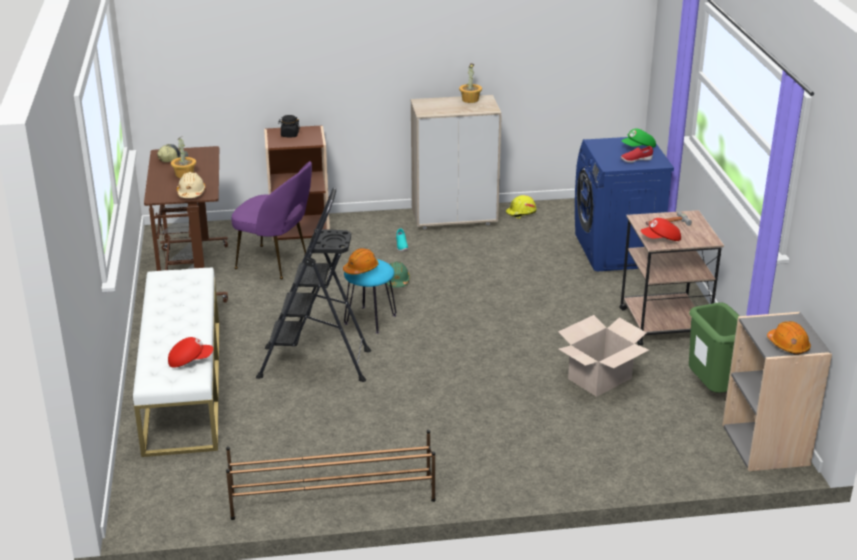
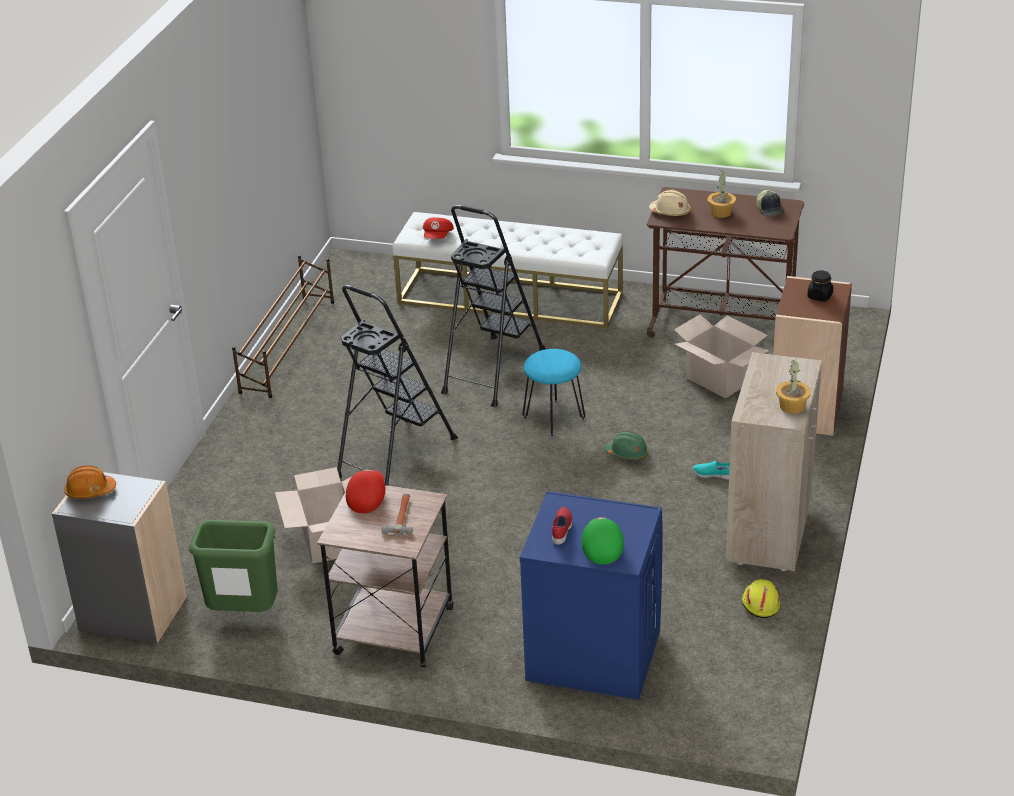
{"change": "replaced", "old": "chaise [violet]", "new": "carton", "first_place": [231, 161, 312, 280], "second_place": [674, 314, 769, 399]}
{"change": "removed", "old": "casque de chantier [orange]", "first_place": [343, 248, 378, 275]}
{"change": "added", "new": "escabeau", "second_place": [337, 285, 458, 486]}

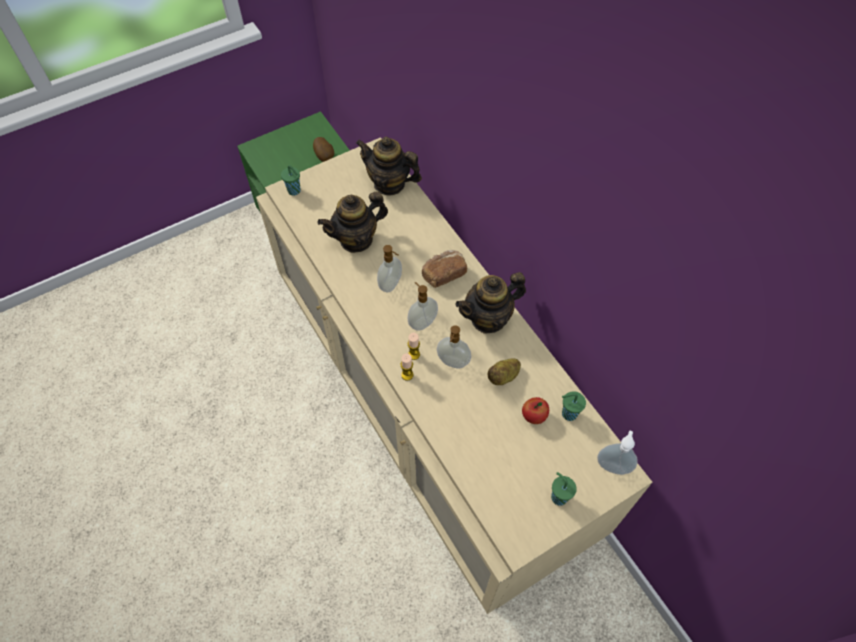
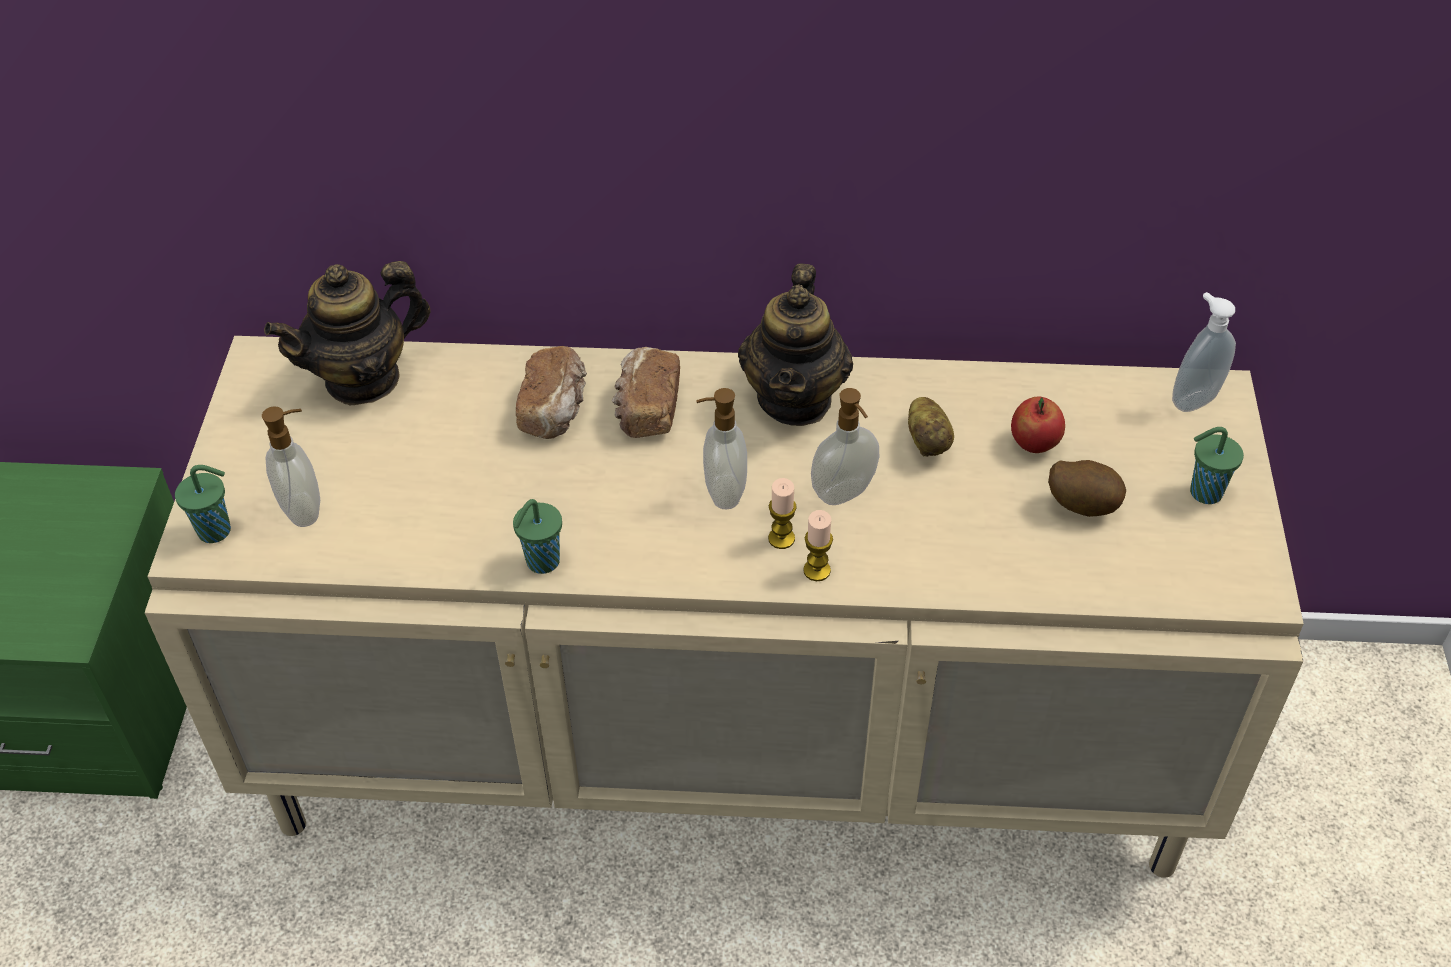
{"change": "moved", "old": "pomme de terre", "first_place": [313, 137, 334, 162], "second_place": [1048, 460, 1126, 517]}
{"change": "removed", "old": "théière", "first_place": [317, 191, 388, 253]}
{"change": "moved", "old": "distributeur de savon", "first_place": [377, 245, 402, 292], "second_place": [262, 407, 320, 527]}
{"change": "moved", "old": "tasse [vert]", "first_place": [562, 391, 586, 421], "second_place": [513, 499, 562, 574]}
{"change": "added", "new": "pain", "second_place": [516, 346, 587, 439]}

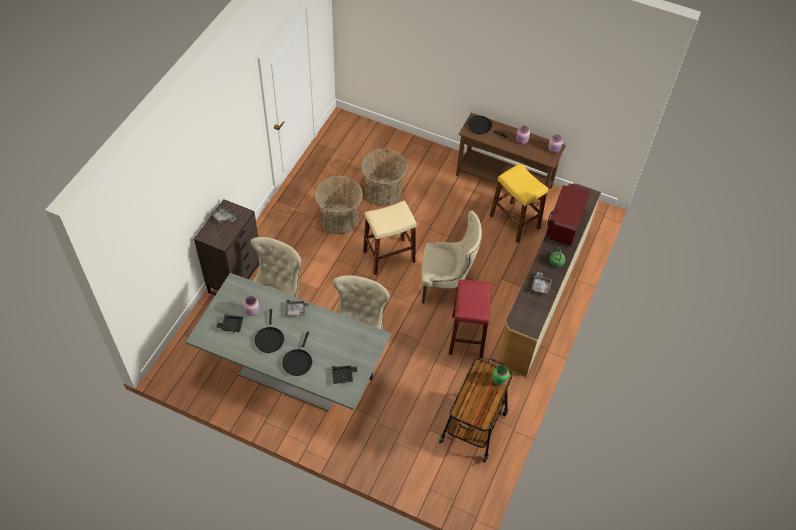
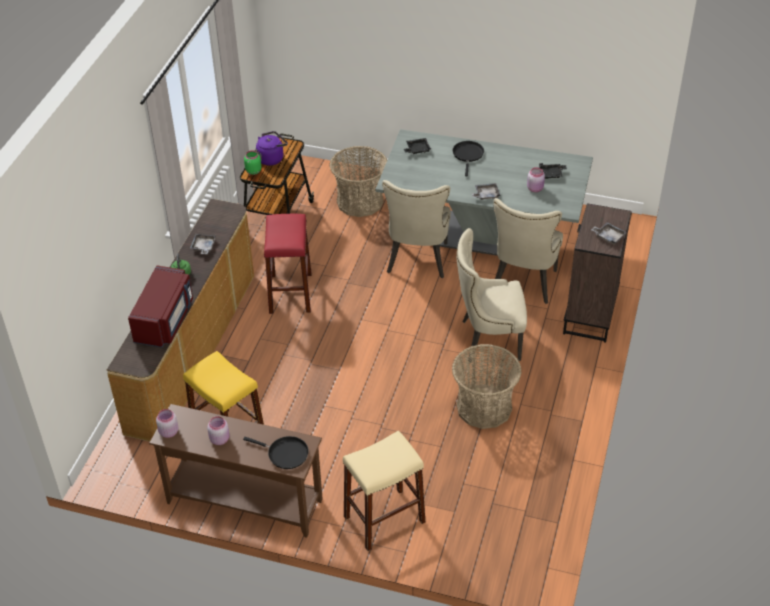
{"change": "moved", "old": "panier", "first_place": [361, 149, 408, 206], "second_place": [330, 146, 387, 217]}
{"change": "moved", "old": "tabouret [beige]", "first_place": [363, 200, 417, 275], "second_place": [343, 431, 426, 551]}
{"change": "moved", "old": "chaise [beige]", "first_place": [422, 210, 482, 303], "second_place": [457, 228, 527, 363]}
{"change": "removed", "old": "poêle [noir]", "first_place": [255, 309, 284, 353]}
{"change": "added", "new": "bouilloire [violet]", "second_place": [256, 131, 288, 166]}

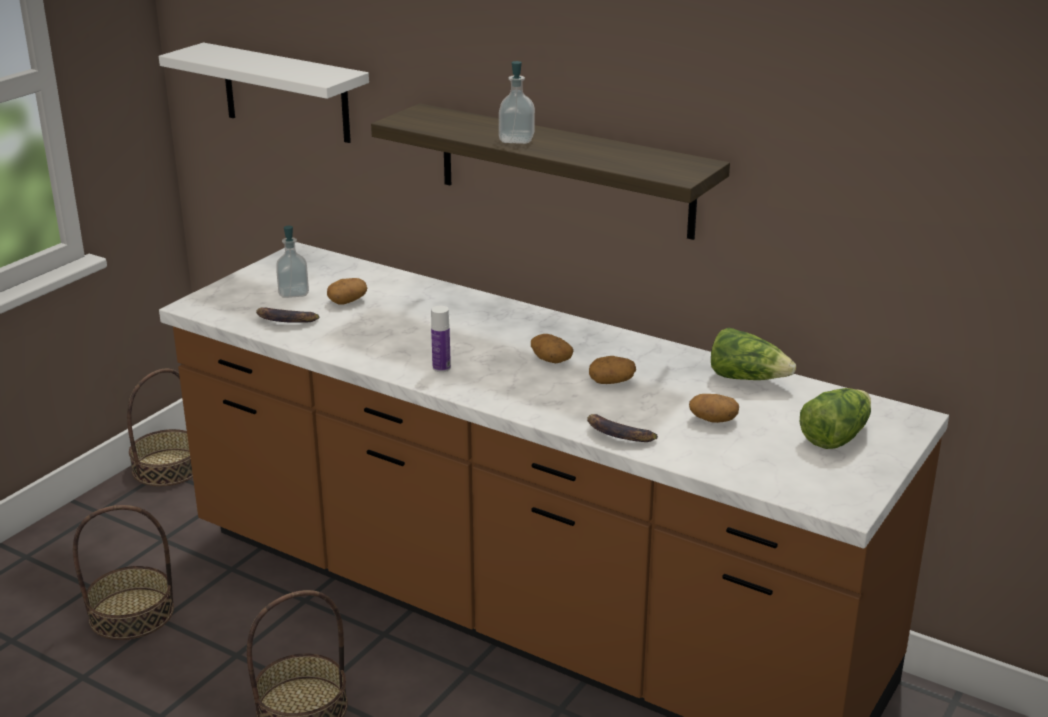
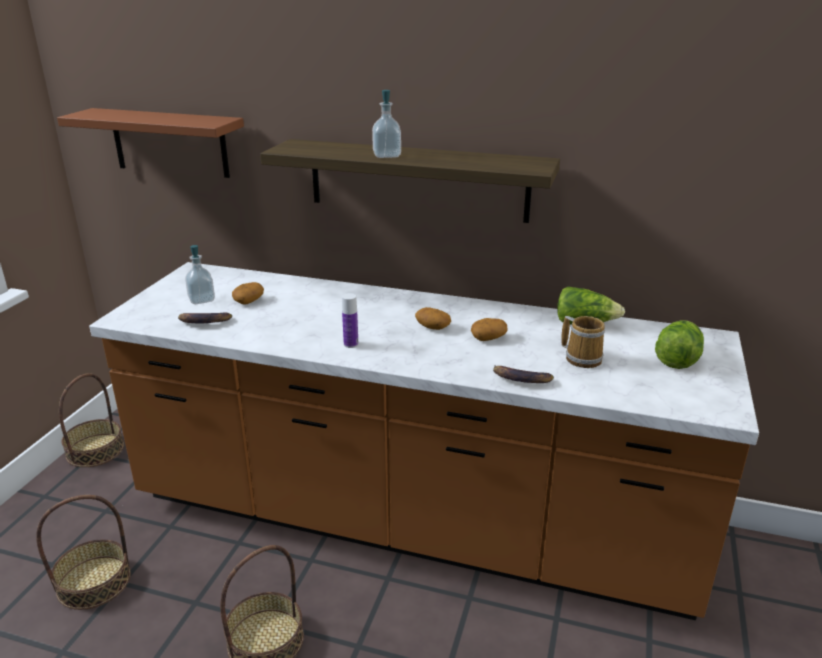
{"change": "recoloured", "old": "étagère [blanc]", "new": "étagère [marron]", "first_place": [159, 43, 369, 143], "second_place": [57, 108, 244, 178]}
{"change": "replaced", "old": "pomme de terre", "new": "mug", "first_place": [689, 394, 739, 423], "second_place": [561, 316, 605, 368]}

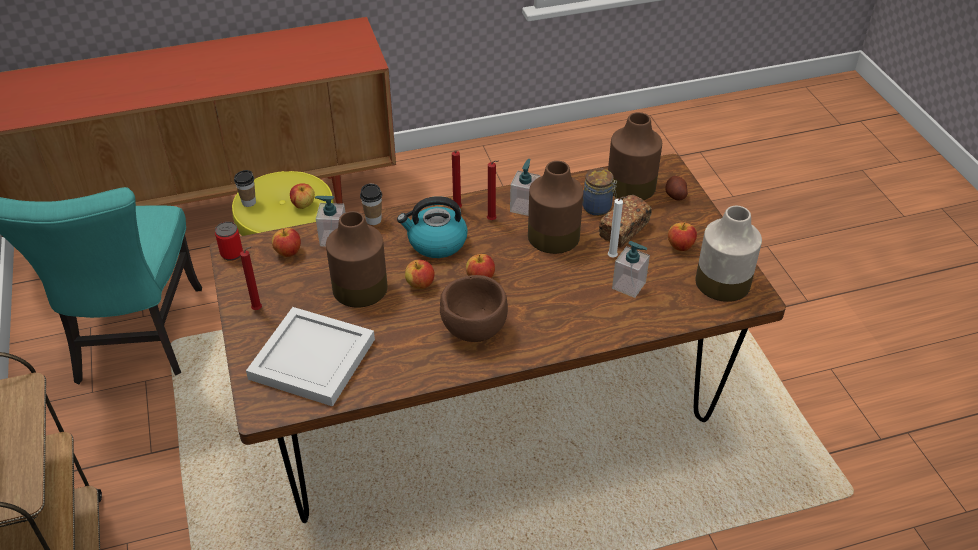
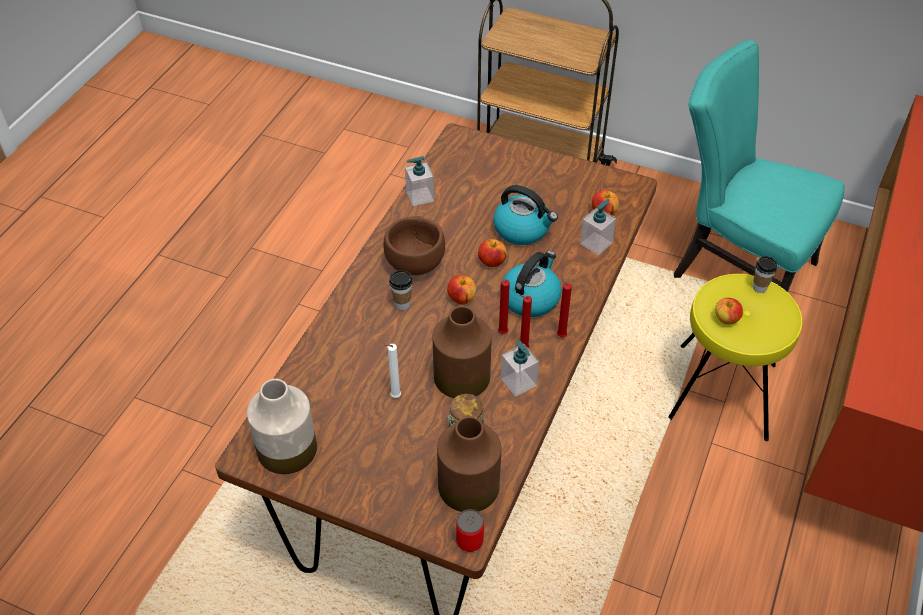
{"change": "removed", "old": "pomme de terre", "first_place": [666, 176, 688, 201]}
{"change": "moved", "old": "tasse", "first_place": [360, 184, 382, 225], "second_place": [389, 270, 413, 310]}
{"change": "removed", "old": "pain", "first_place": [599, 195, 652, 248]}
{"change": "replaced", "old": "vase [marron]", "new": "bouilloire", "first_place": [326, 211, 388, 308], "second_place": [493, 185, 558, 245]}
{"change": "moved", "old": "boîte métallique", "first_place": [215, 222, 243, 261], "second_place": [456, 509, 484, 552]}
{"change": "removed", "old": "pomme", "first_place": [668, 222, 697, 251]}
{"change": "moved", "old": "distributeur de savon", "first_place": [612, 241, 650, 298], "second_place": [405, 156, 434, 206]}
{"change": "moved", "old": "bougie [rouge]", "first_place": [240, 246, 262, 310], "second_place": [498, 279, 510, 334]}
{"change": "removed", "old": "plateau [blanc]", "first_place": [246, 307, 375, 407]}

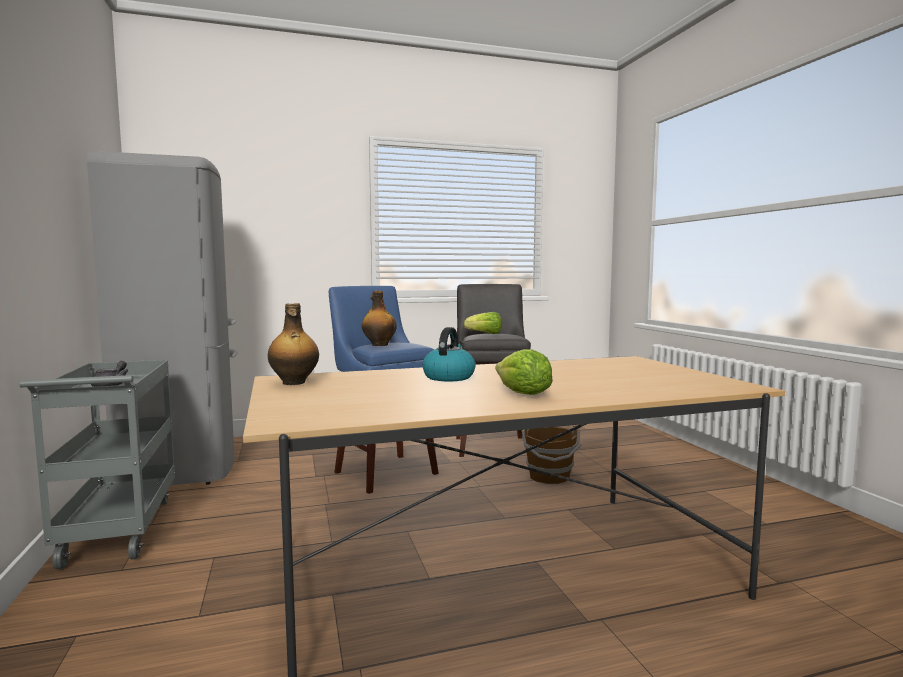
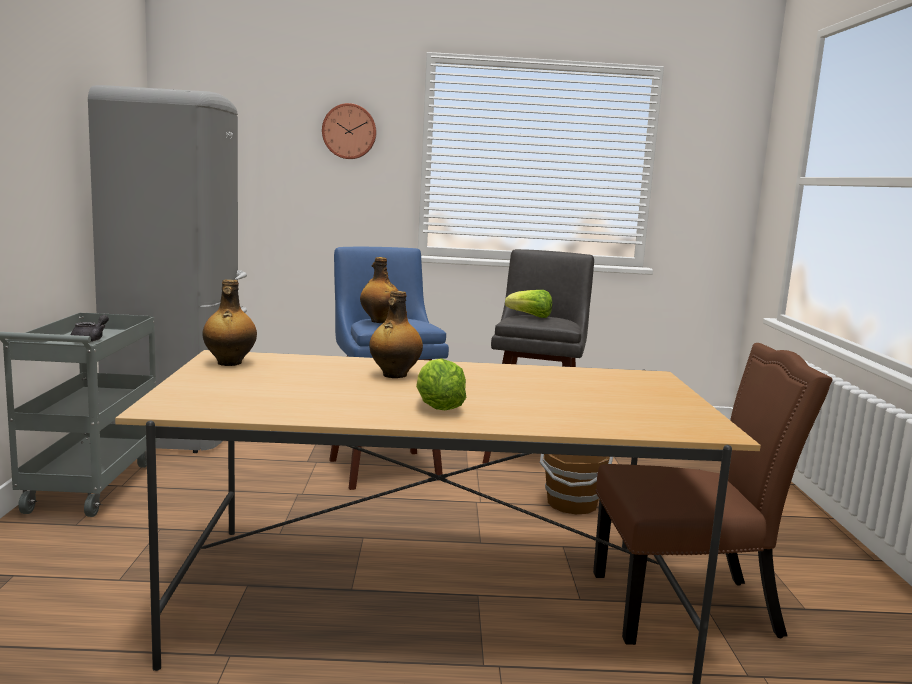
{"change": "replaced", "old": "bouilloire", "new": "bouteille", "first_place": [422, 327, 475, 381], "second_place": [369, 290, 423, 378]}
{"change": "added", "new": "horloge murale", "second_place": [322, 103, 376, 159]}
{"change": "added", "new": "chaise [marron]", "second_place": [593, 343, 832, 645]}

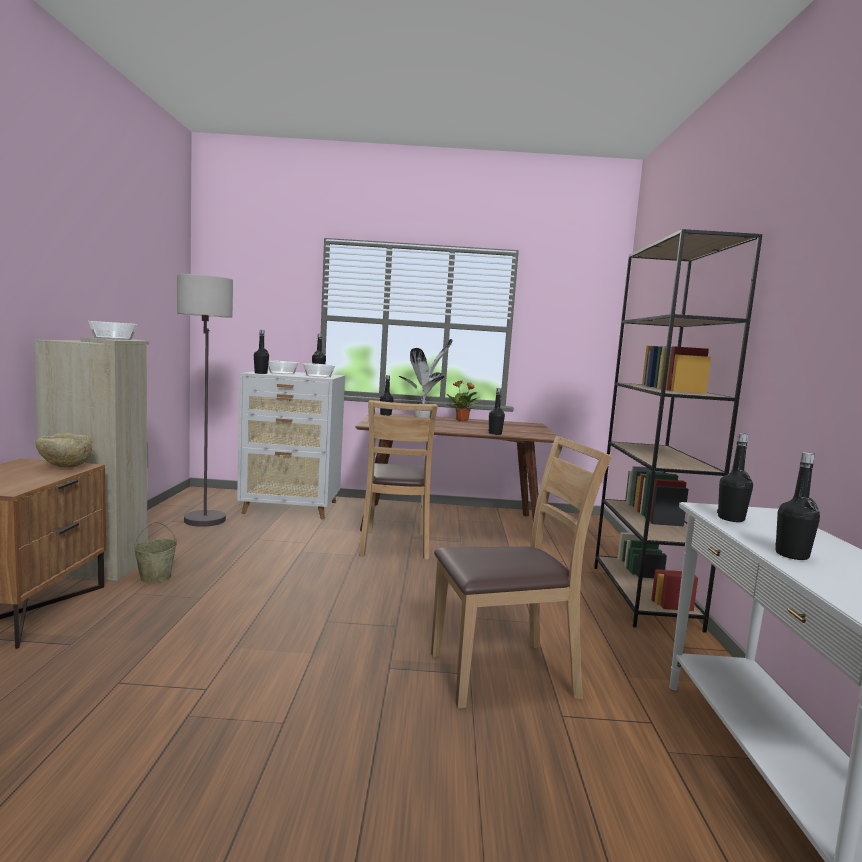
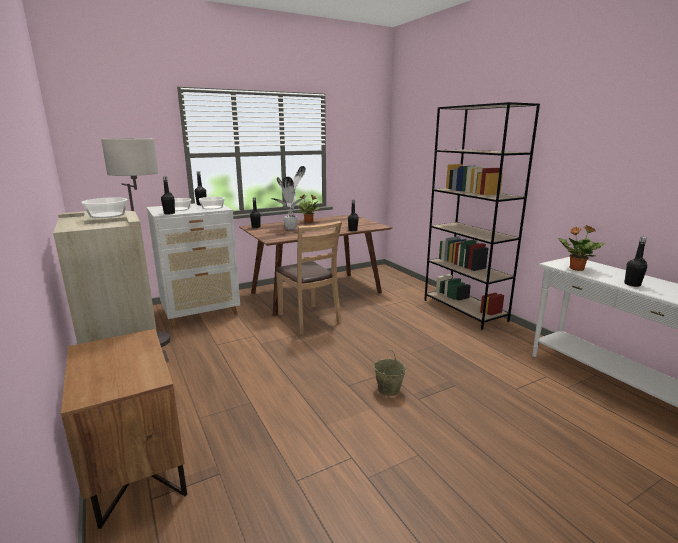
{"change": "removed", "old": "bol [beige]", "first_place": [35, 433, 92, 467]}
{"change": "replaced", "old": "bouteille [noir]", "new": "plante en pot", "first_place": [717, 433, 753, 522], "second_place": [558, 225, 605, 271]}
{"change": "removed", "old": "chaise [marron]", "first_place": [431, 436, 612, 709]}
{"change": "moved", "old": "seau [beige]", "first_place": [133, 522, 177, 584], "second_place": [374, 350, 406, 396]}

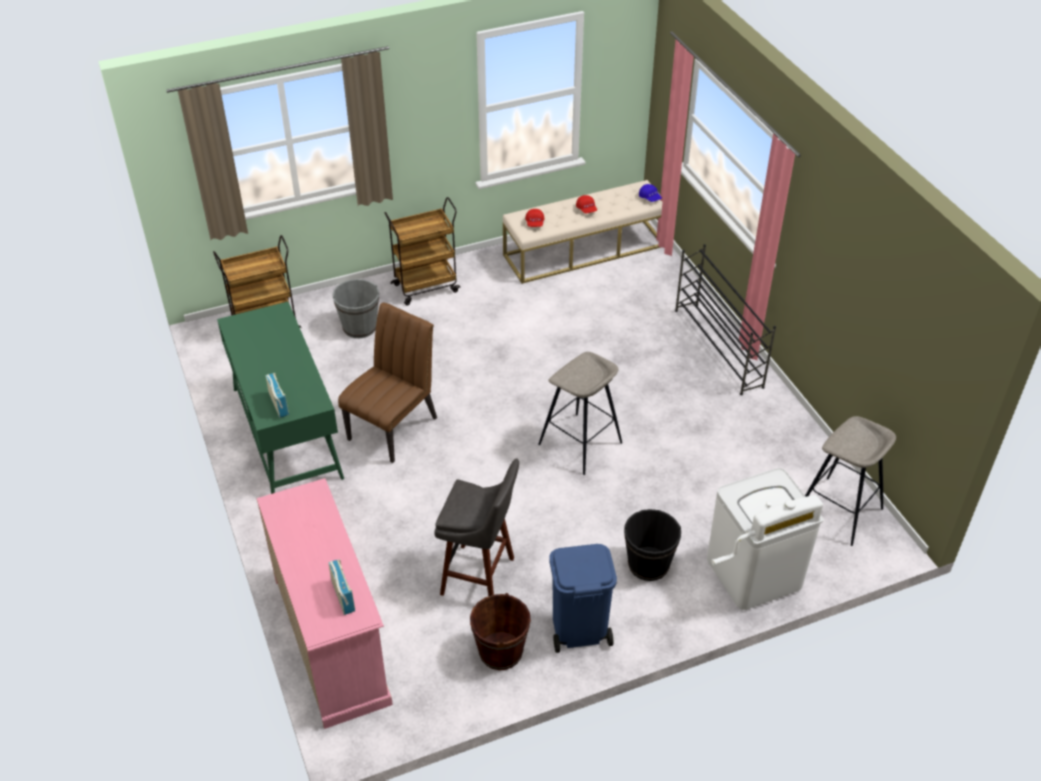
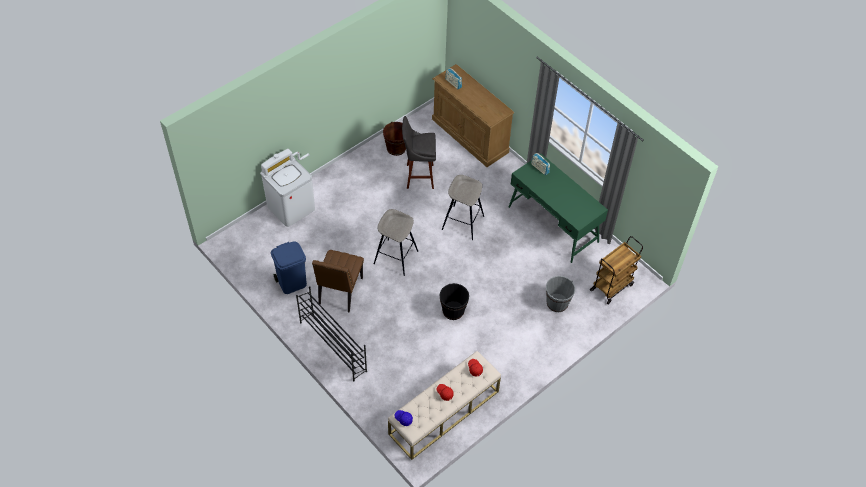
{"change": "removed", "old": "chariot [marron]", "first_place": [384, 197, 461, 306]}
{"change": "moved", "old": "chaise [marron]", "first_place": [338, 302, 437, 463], "second_place": [312, 250, 364, 312]}
{"change": "moved", "old": "tabouret [gris]", "first_place": [805, 416, 896, 546], "second_place": [442, 175, 484, 240]}
{"change": "recoloured", "old": "meuble de rangement [rose]", "new": "meuble de rangement [marron]", "first_place": [256, 478, 393, 729], "second_place": [432, 64, 514, 167]}
{"change": "moved", "old": "seau [noir]", "first_place": [624, 509, 681, 581], "second_place": [439, 283, 469, 320]}
{"change": "moved", "old": "poubelle [bleu]", "first_place": [549, 544, 617, 653], "second_place": [271, 241, 307, 294]}

